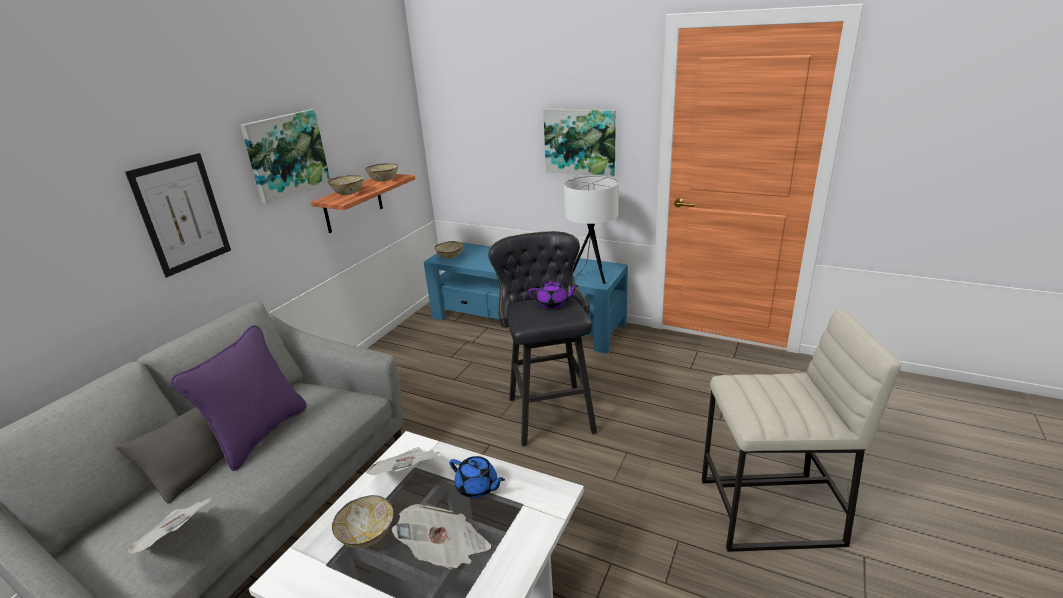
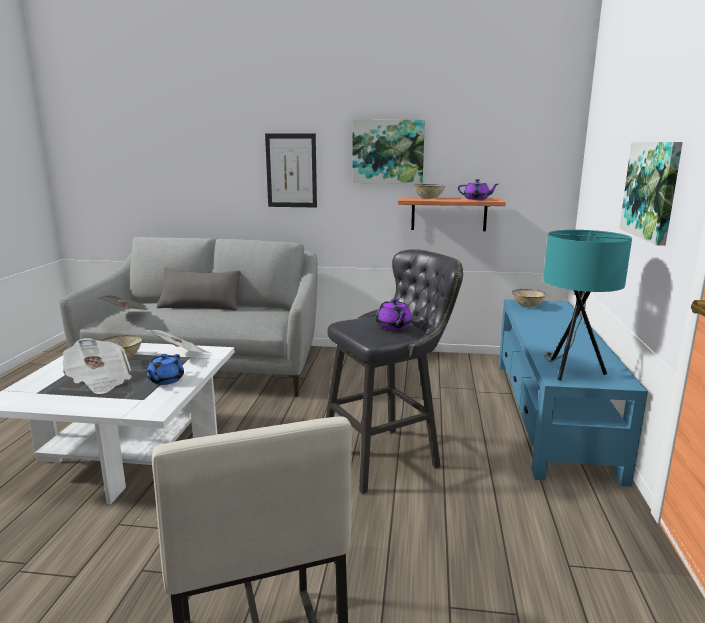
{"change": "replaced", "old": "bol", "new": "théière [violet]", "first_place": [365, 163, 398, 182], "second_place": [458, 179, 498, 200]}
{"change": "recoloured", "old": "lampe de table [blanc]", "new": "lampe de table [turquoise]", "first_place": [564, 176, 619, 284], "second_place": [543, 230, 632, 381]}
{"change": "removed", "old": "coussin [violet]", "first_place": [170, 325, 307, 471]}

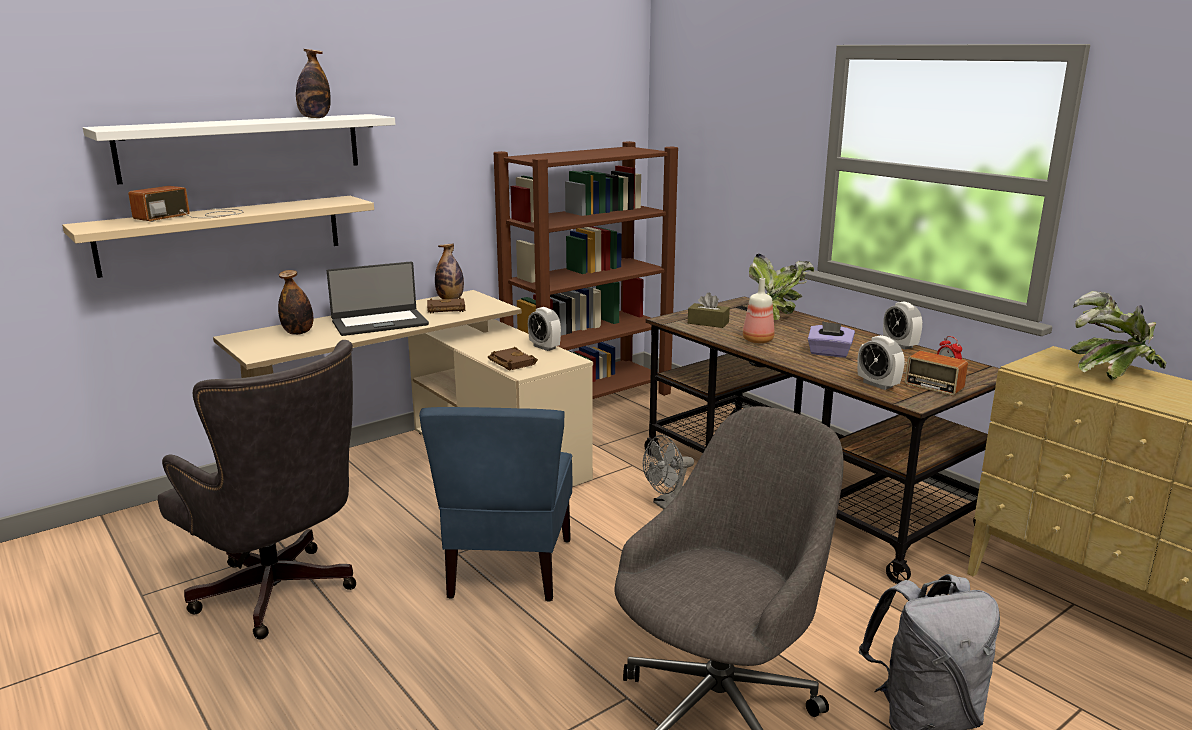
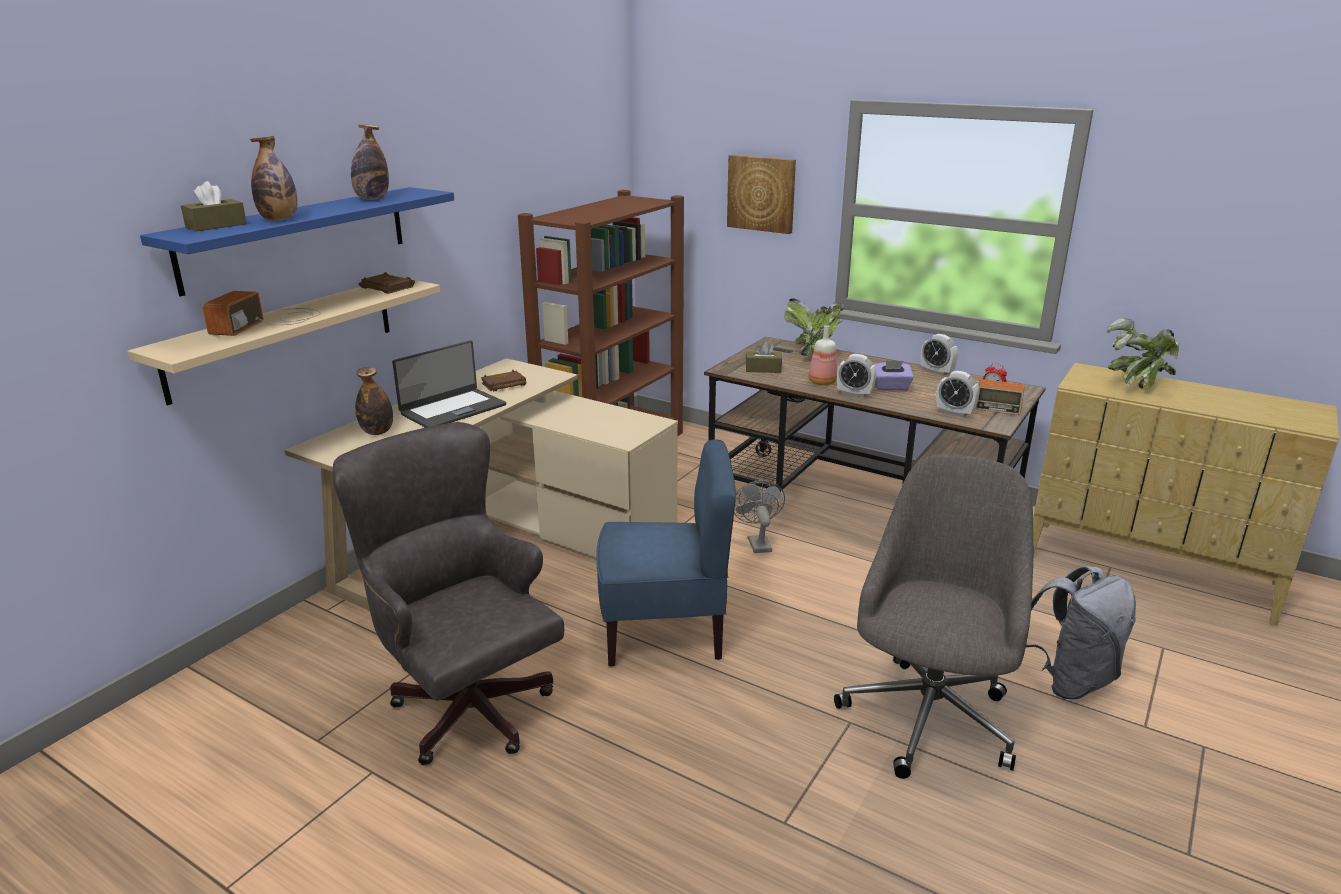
{"change": "recoloured", "old": "étagère [blanc]", "new": "étagère [bleu]", "first_place": [83, 114, 396, 185], "second_place": [140, 187, 454, 297]}
{"change": "moved", "old": "bouteille", "first_place": [435, 244, 464, 299], "second_place": [250, 136, 298, 221]}
{"change": "moved", "old": "réveil", "first_place": [528, 307, 561, 351], "second_place": [837, 354, 876, 398]}
{"change": "turned", "old": "chaise de bureau [gris]", "first_place": [158, 340, 356, 639], "second_place": [333, 422, 564, 765], "degrees": -150}
{"change": "moved", "old": "livre [marron]", "first_place": [488, 347, 538, 370], "second_place": [359, 272, 415, 294]}
{"change": "turned", "old": "chaise [bleu]", "first_place": [419, 407, 572, 602], "second_place": [596, 439, 736, 666], "degrees": -75}
{"change": "turned", "old": "ventilateur [gris]", "first_place": [643, 435, 694, 509], "second_place": [734, 480, 785, 553], "degrees": 135}
{"change": "added", "new": "tableau", "second_place": [727, 155, 796, 234]}
{"change": "added", "new": "boîte à mouchoirs [marron]", "second_place": [181, 181, 247, 231]}

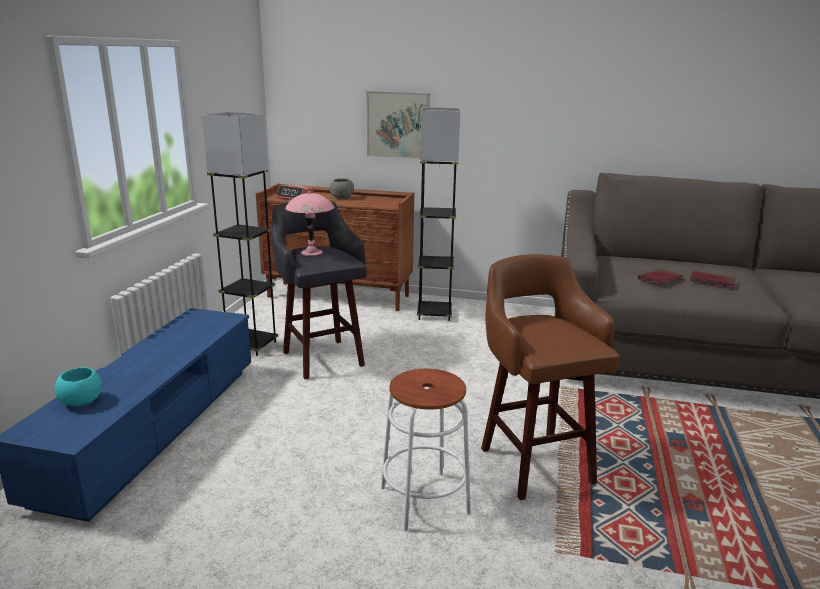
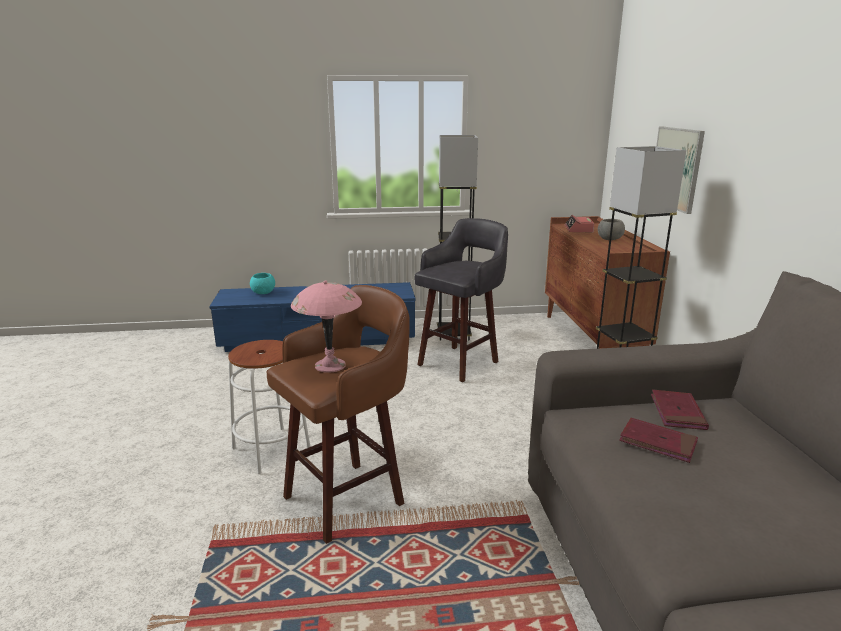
{"change": "moved", "old": "lampe de table [rose]", "first_place": [285, 191, 334, 256], "second_place": [291, 280, 362, 373]}
{"change": "moved", "old": "livre [rouge]", "first_place": [690, 271, 736, 289], "second_place": [651, 389, 709, 430]}

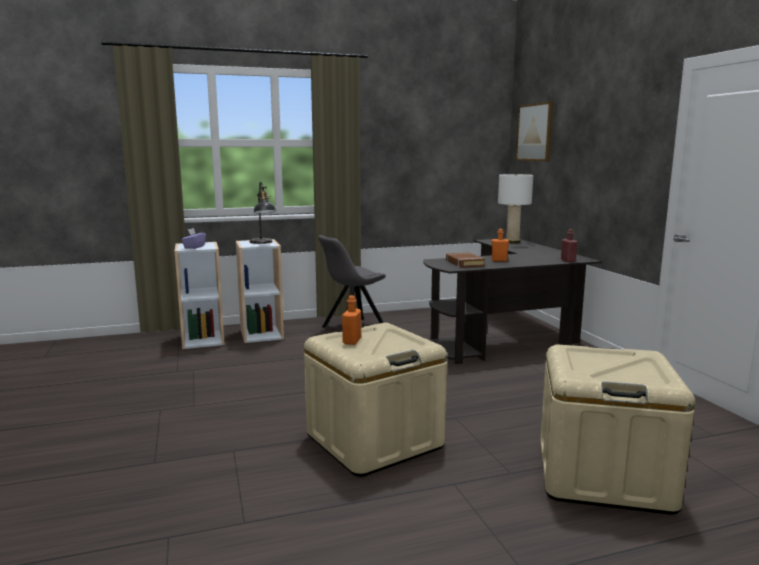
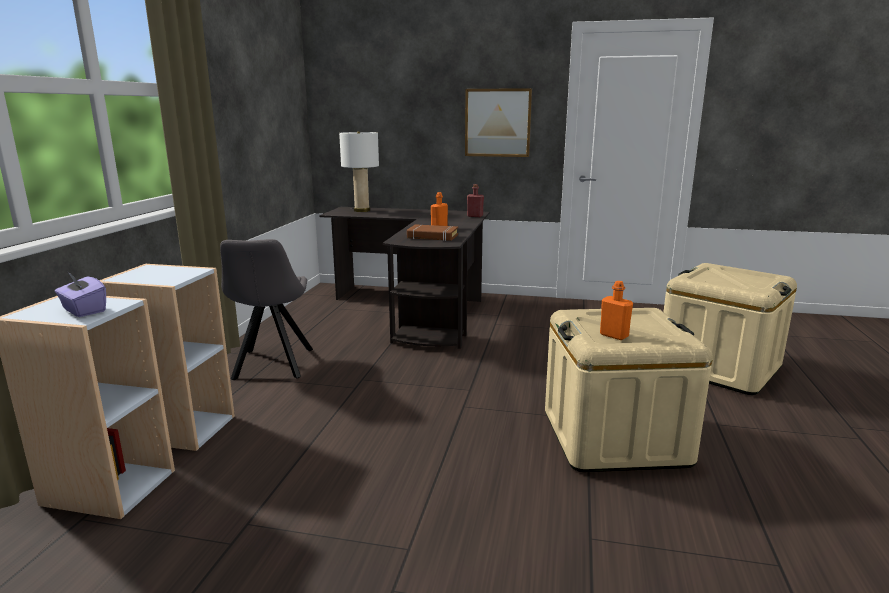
{"change": "moved", "old": "tableau", "first_place": [516, 101, 554, 162], "second_place": [465, 88, 532, 157]}
{"change": "removed", "old": "lampe de table [gris]", "first_place": [249, 182, 277, 244]}

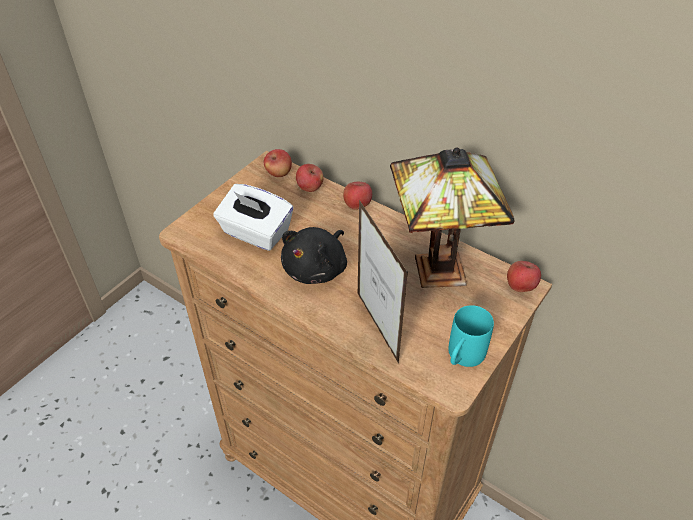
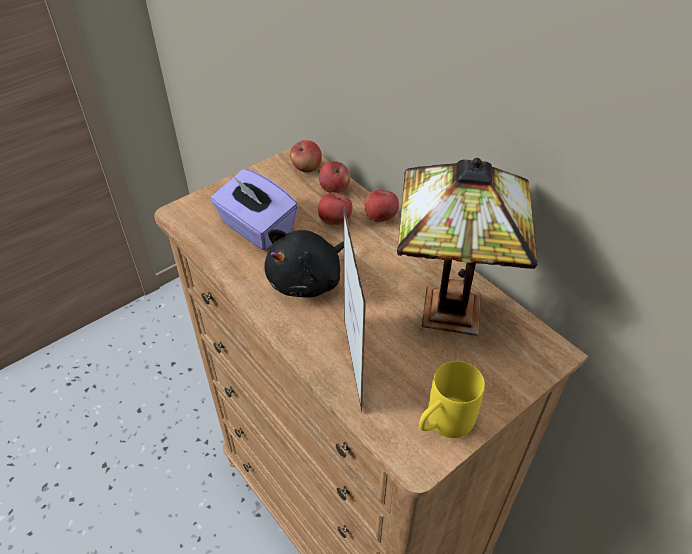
{"change": "recoloured", "old": "boîte à mouchoirs [blanc]", "new": "boîte à mouchoirs [violet]", "first_place": [214, 184, 293, 251], "second_place": [210, 169, 298, 250]}
{"change": "moved", "old": "pomme", "first_place": [507, 261, 541, 292], "second_place": [318, 192, 353, 225]}
{"change": "recoloured", "old": "mug [turquoise]", "new": "mug [jaune]", "first_place": [449, 305, 494, 367], "second_place": [419, 361, 485, 438]}

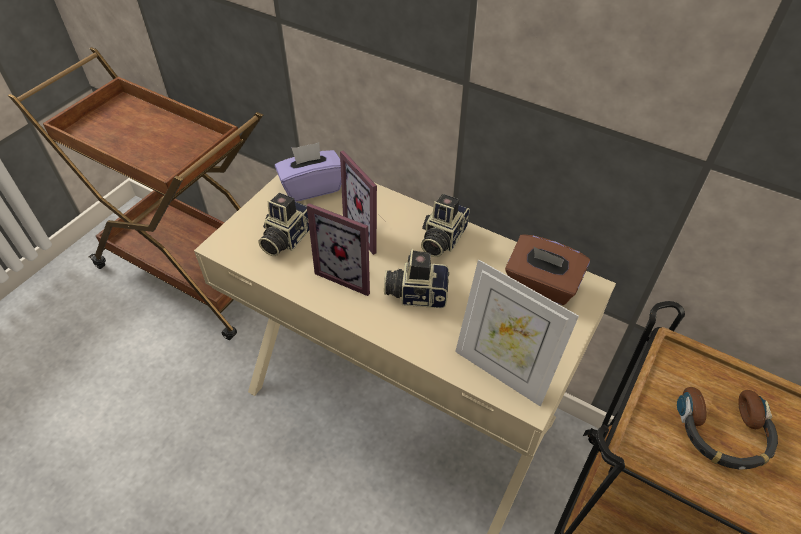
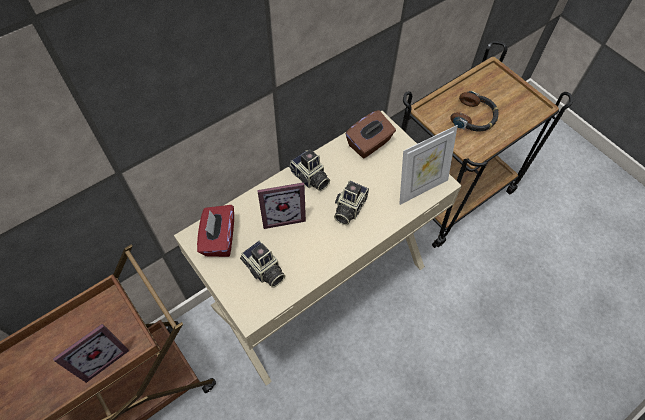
{"change": "recoloured", "old": "boîte à mouchoirs [violet]", "new": "boîte à mouchoirs [rouge]", "first_place": [275, 142, 341, 202], "second_place": [197, 205, 234, 257]}
{"change": "moved", "old": "cadre photo", "first_place": [307, 203, 370, 296], "second_place": [53, 324, 129, 383]}

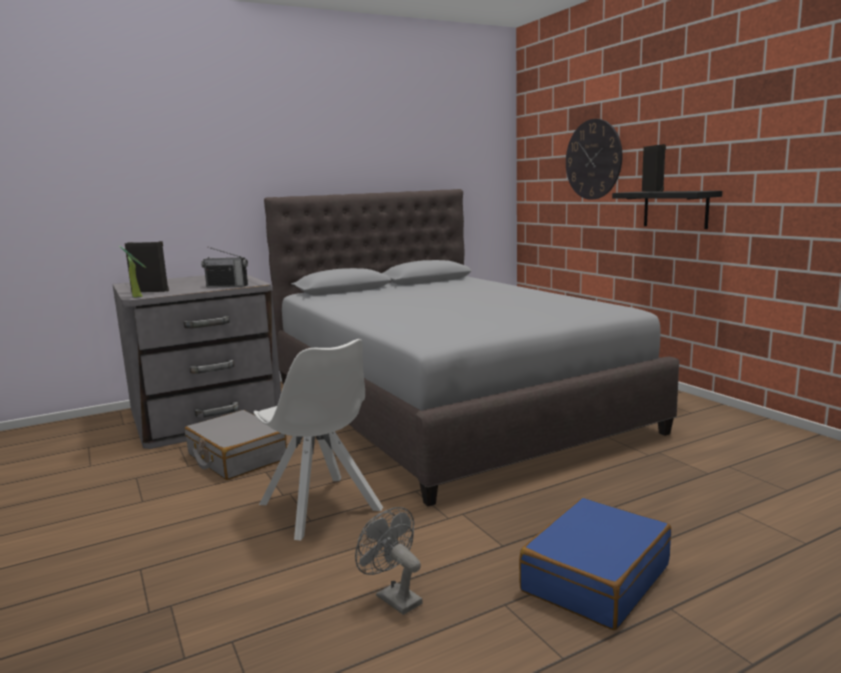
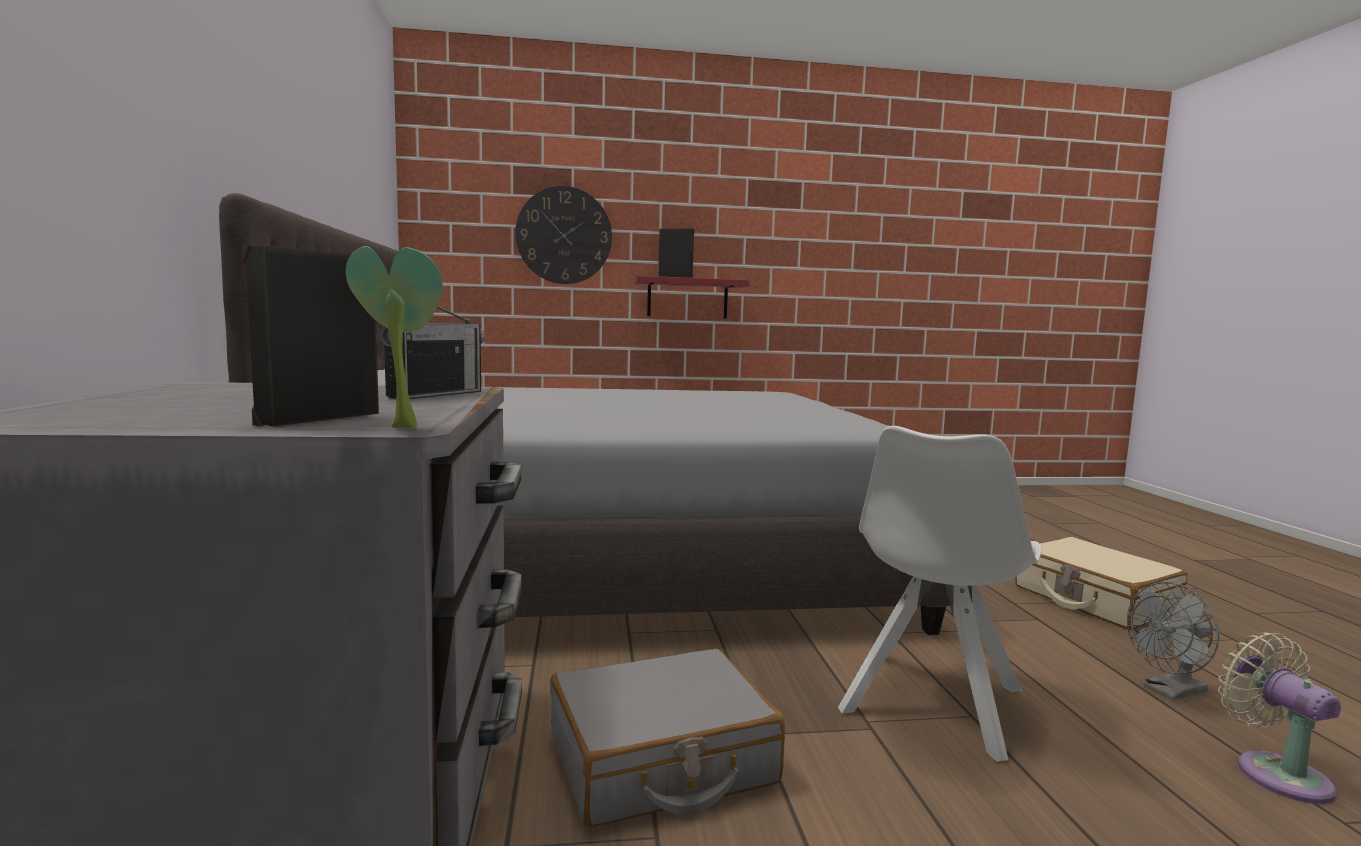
{"change": "recoloured", "old": "étagère [noir]", "new": "étagère [rouge]", "first_place": [612, 191, 722, 229], "second_place": [634, 276, 750, 319]}
{"change": "turned", "old": "chaise [blanc]", "first_place": [254, 339, 383, 541], "second_place": [838, 426, 1042, 761], "degrees": 135}
{"change": "recoloured", "old": "valise [bleu]", "new": "valise [beige]", "first_place": [519, 498, 671, 630], "second_place": [1015, 537, 1187, 630]}
{"change": "added", "new": "ventilateur [beige]", "second_place": [1218, 632, 1341, 804]}

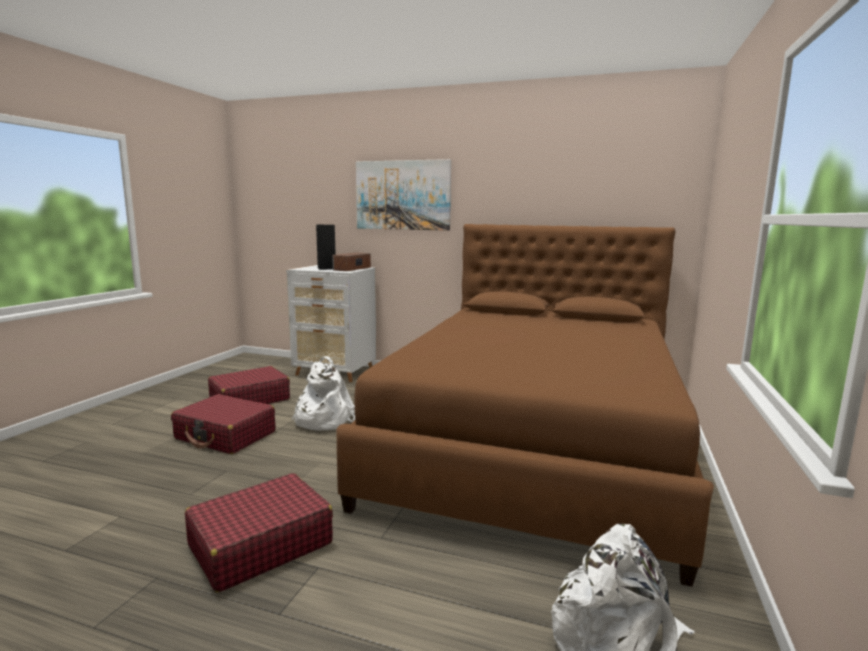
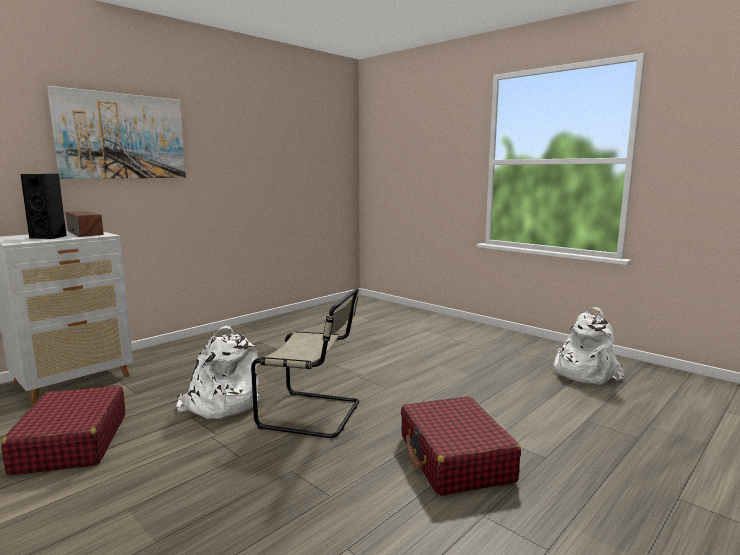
{"change": "removed", "old": "lit [marron]", "first_place": [336, 224, 714, 587]}
{"change": "removed", "old": "valise [rouge]", "first_place": [171, 394, 276, 454]}
{"change": "added", "new": "chaise [beige]", "second_place": [251, 288, 359, 438]}

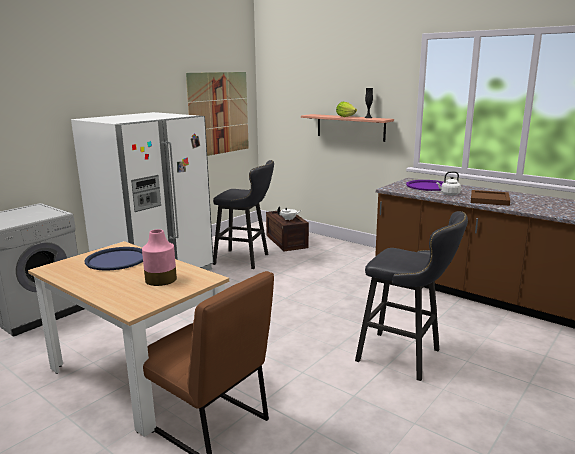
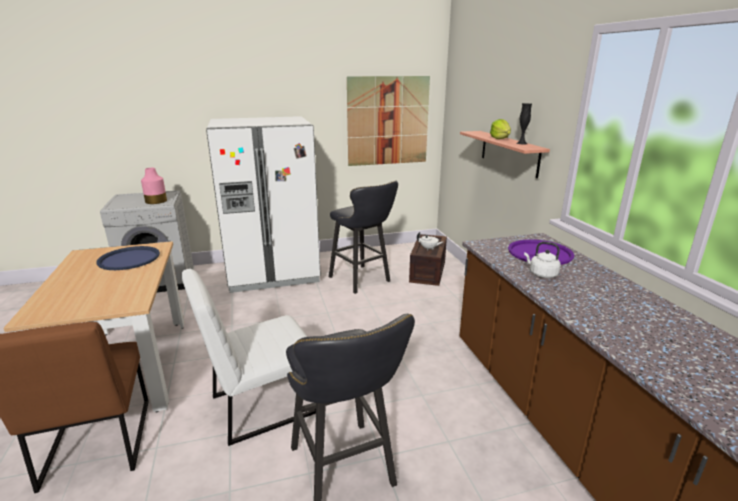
{"change": "removed", "old": "plateau [marron]", "first_place": [471, 190, 510, 206]}
{"change": "moved", "old": "vase [rose]", "first_place": [142, 229, 177, 286], "second_place": [141, 168, 167, 204]}
{"change": "added", "new": "chaise [blanc]", "second_place": [182, 269, 316, 446]}

